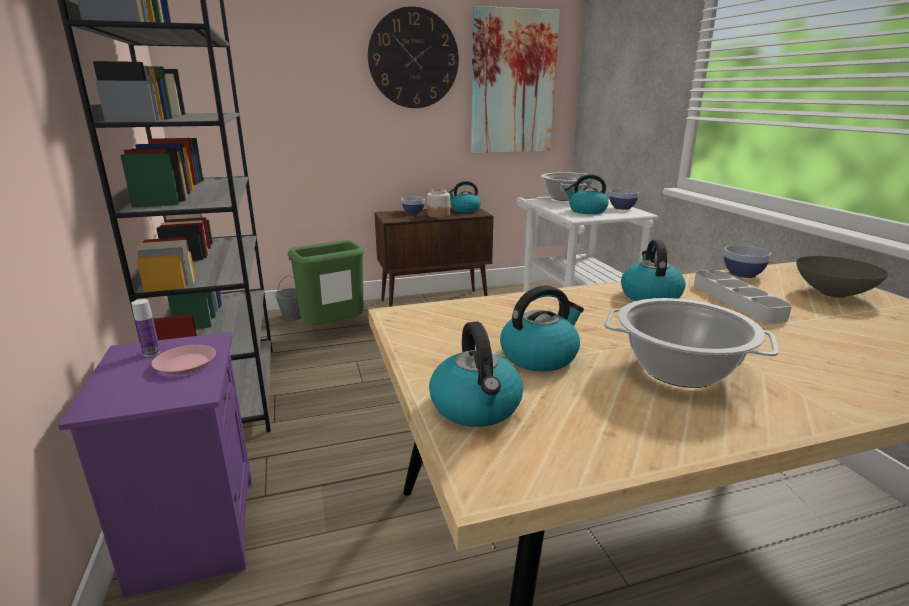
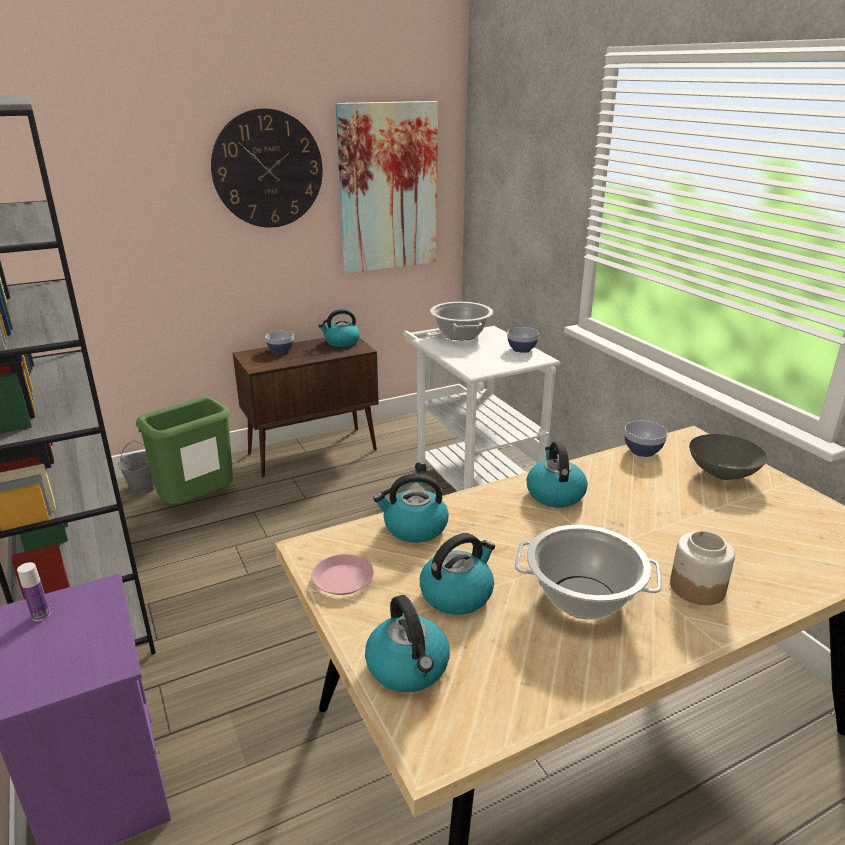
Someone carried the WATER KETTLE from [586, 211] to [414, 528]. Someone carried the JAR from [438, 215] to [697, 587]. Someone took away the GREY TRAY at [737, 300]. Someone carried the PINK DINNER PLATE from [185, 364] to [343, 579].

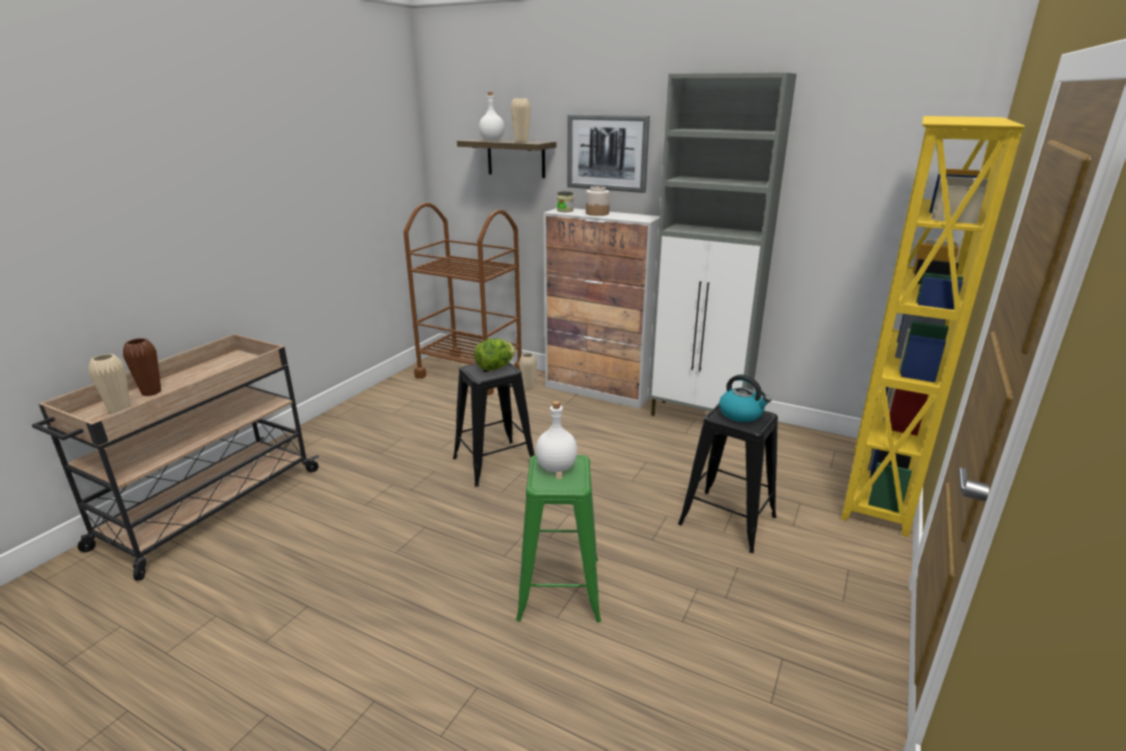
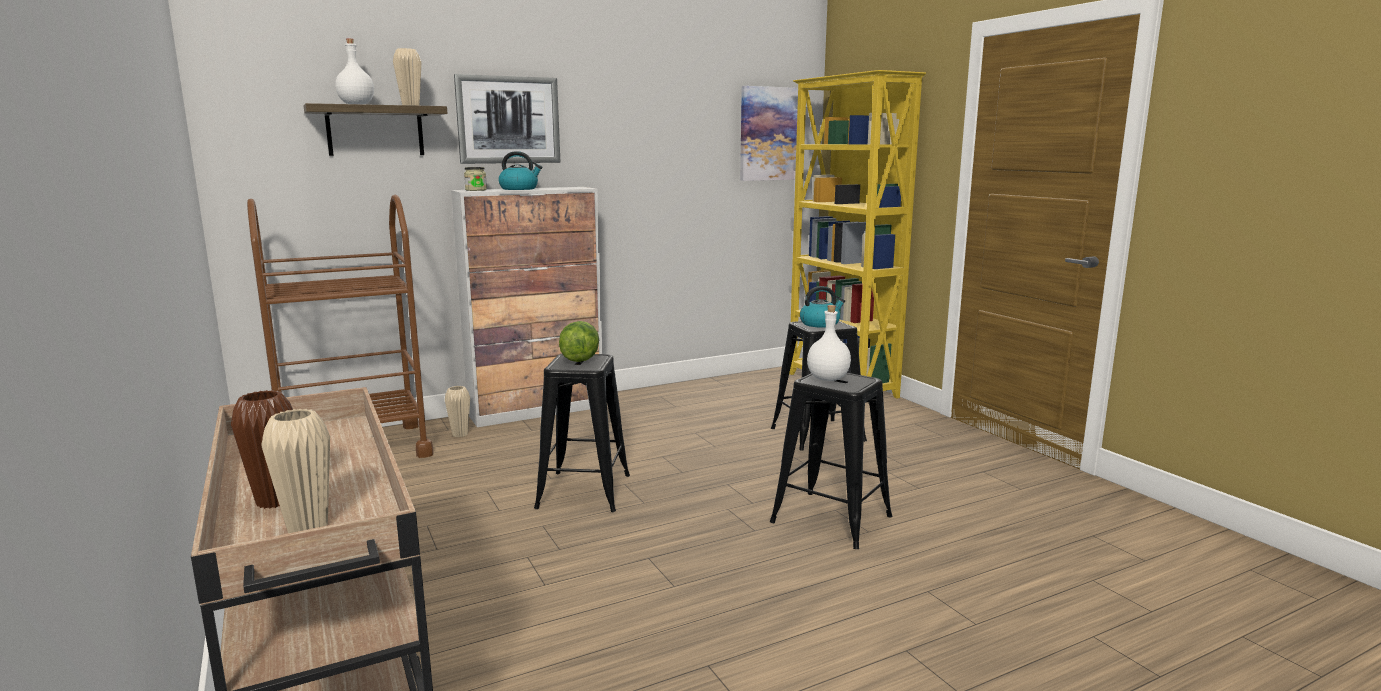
Someone took away the GREY CUPBOARD at [699, 418]. Someone swapped the JAR at [597, 213] for the WATER KETTLE at [519, 189]. Someone repainted the GREENISH STOOL SEAT at [559, 587], which became the BLACKISH STOOL SEAT at [830, 519]. Someone put up the PICTURE at [769, 134].

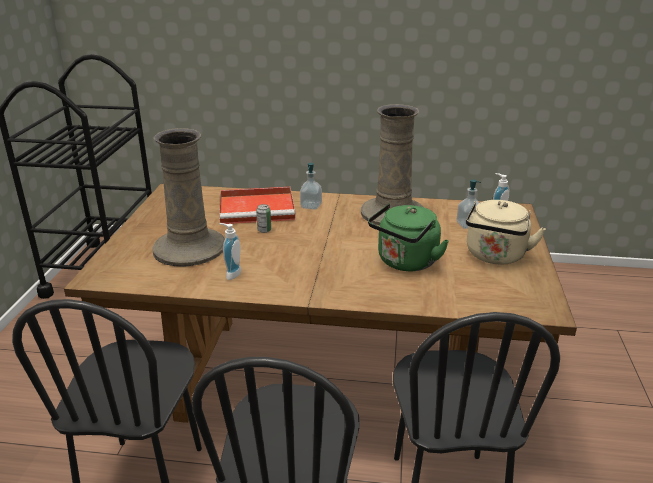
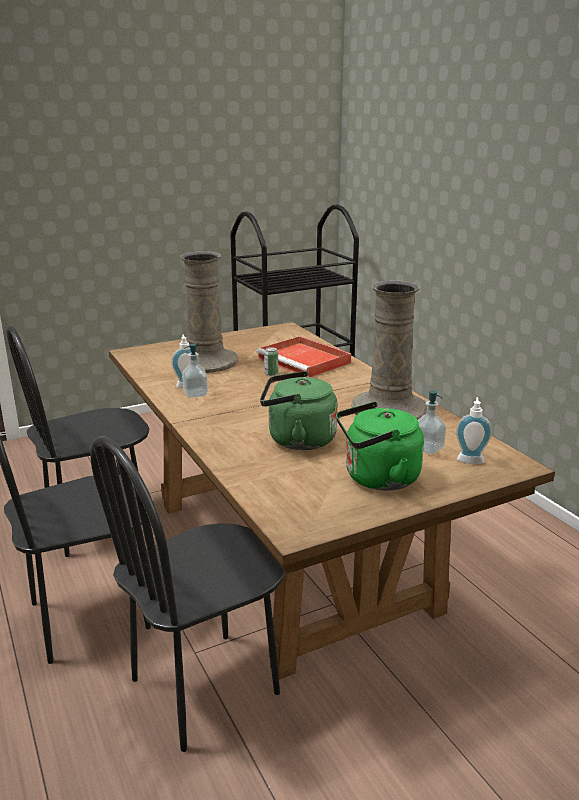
Someone carried the SOAP DISPENSER from [311, 206] to [195, 394]. Someone repainted the BEIGE-COLOURED WATER KETTLE at [495, 256], which became the GREENISH WATER KETTLE at [377, 478].

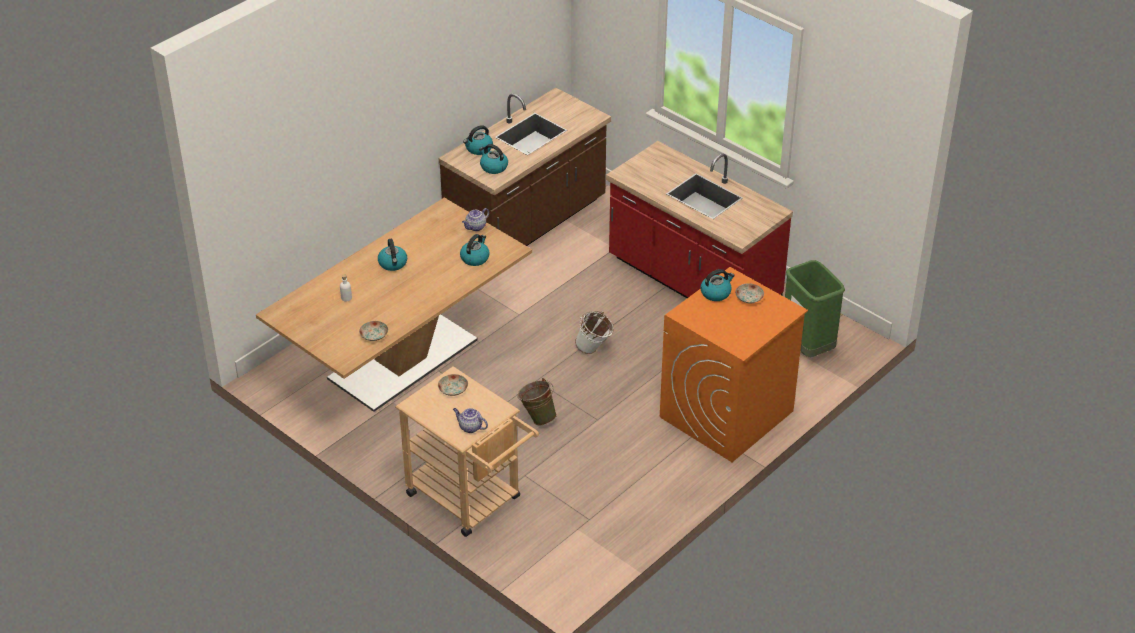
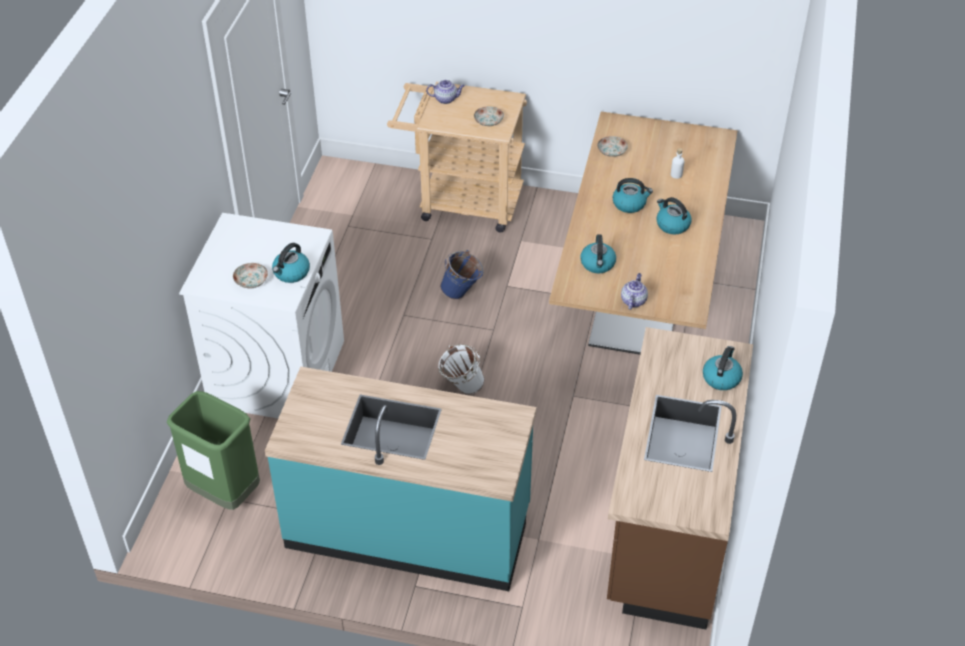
Someone repainted the RED-COLOURED COUNTER at [692, 283], which became the TURQUOISE COUNTER at [408, 527]. Someone carried the WATER KETTLE from [493, 167] to [629, 204]. Someone repainted the ORANGEY WASHING MACHINE at [726, 414], which became the WHITE WASHING MACHINE at [277, 372]. Someone repainted the GREENISH PAIL at [537, 417], which became the BLUISH PAIL at [462, 293].

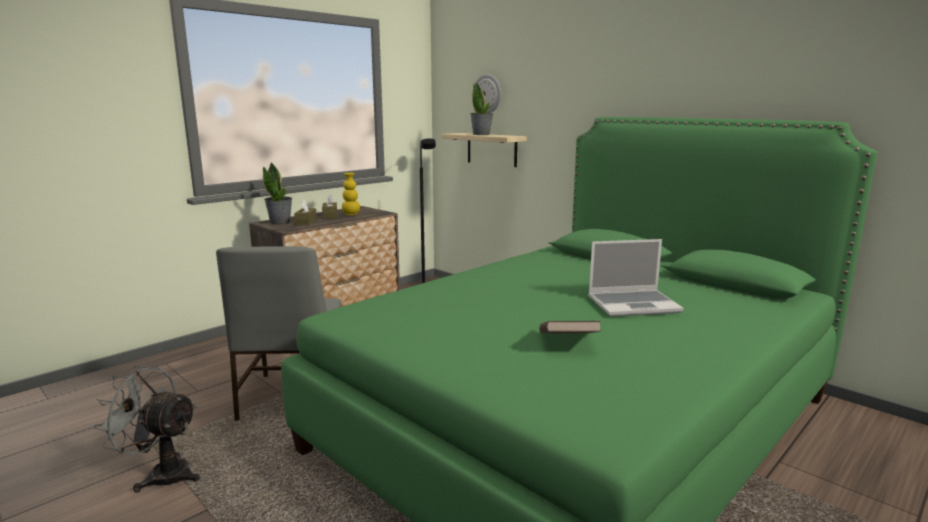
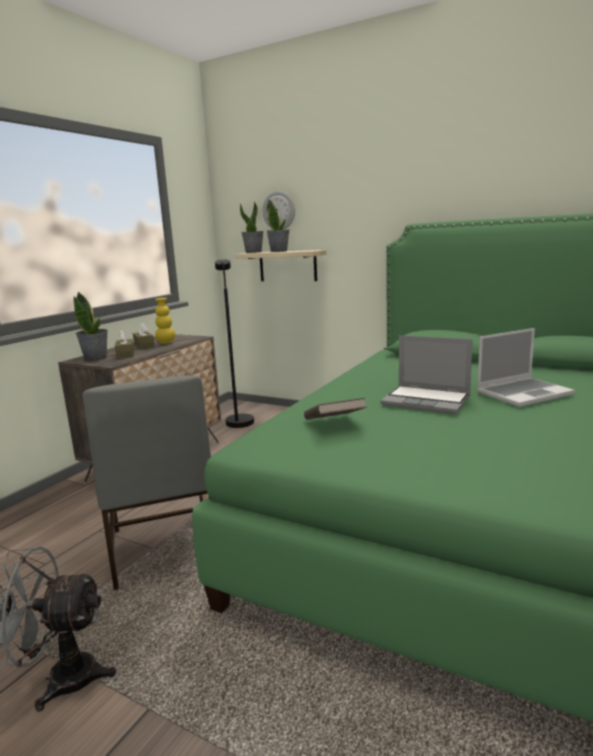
Someone carried the BROWN BOOK from [567, 343] to [334, 424]. Someone put down the PLANT IN A POT at [254, 252]. Someone put down the NOTEBOOK COMPUTER at [427, 401].

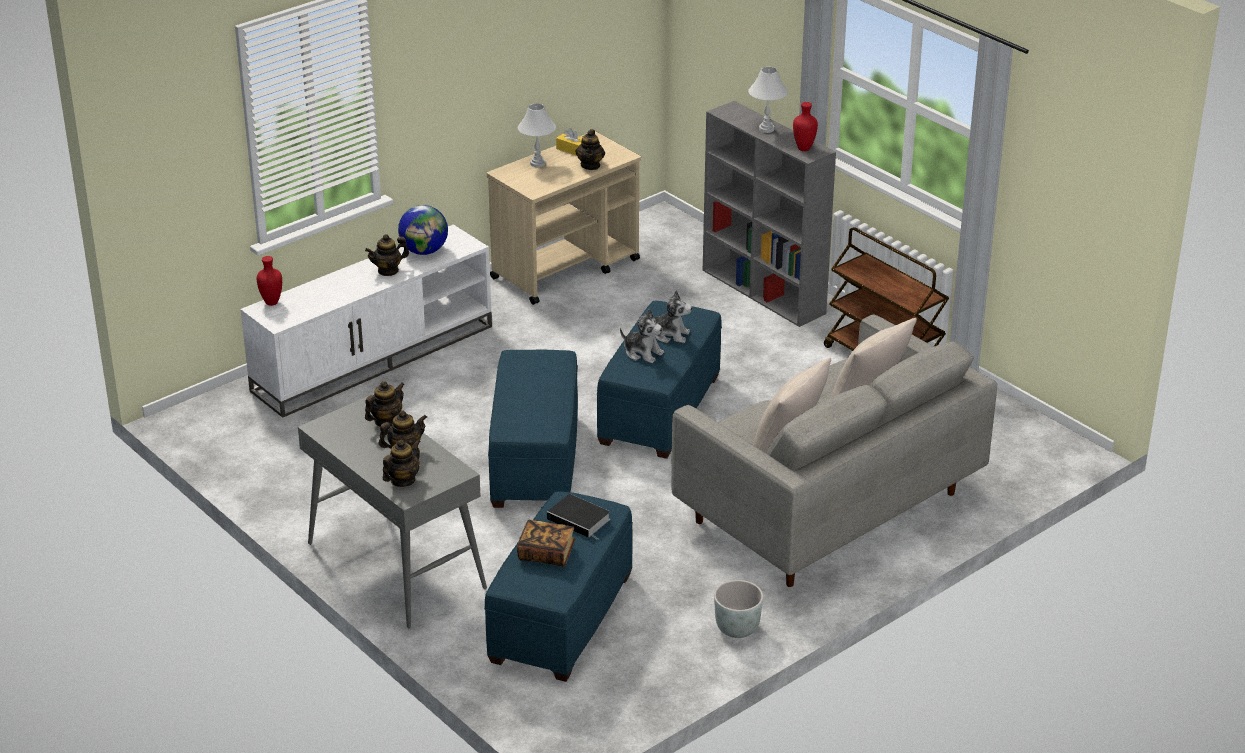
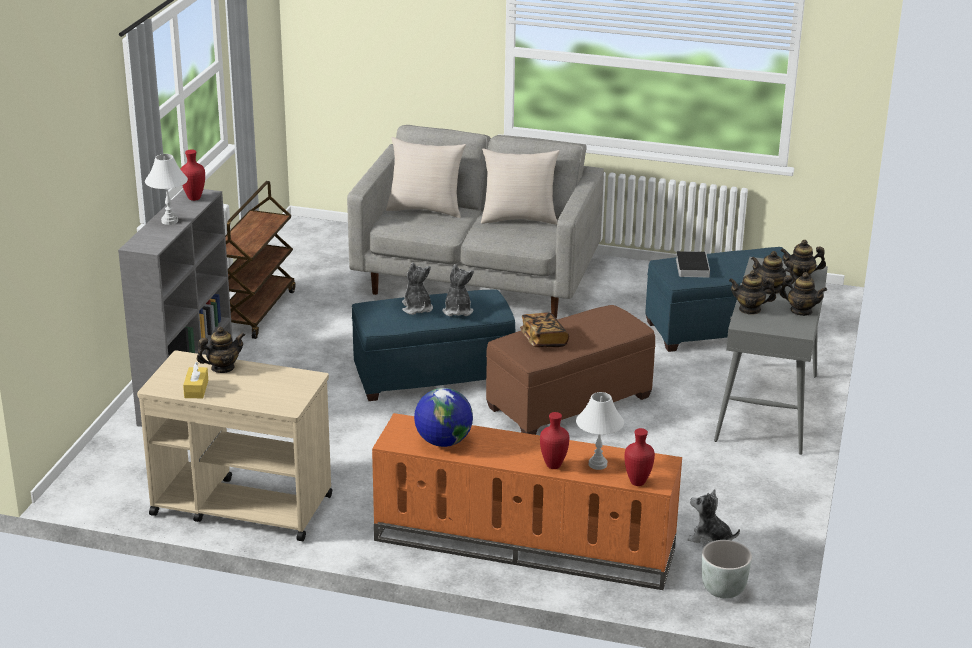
Someone carried the WHITE TABLETOP LAMP from [537, 163] to [598, 464]. Someone repainted the WHITE MEDIA CONSOLE at [373, 357], which became the ORANGEY MEDIA CONSOLE at [522, 546]. Someone carried the TEA POT from [388, 270] to [801, 311]. Someone repainted the BLUISH OTTOMAN at [534, 461], which became the BROWN OTTOMAN at [569, 403]. Someone carried the BOOK from [546, 553] to [543, 340]. Someone carried the GREY FLOWER POT from [736, 629] to [723, 590]. Someone put down the RED-COLOURED VASE at [554, 466]. Someone put down the SOFT TOY at [710, 540].

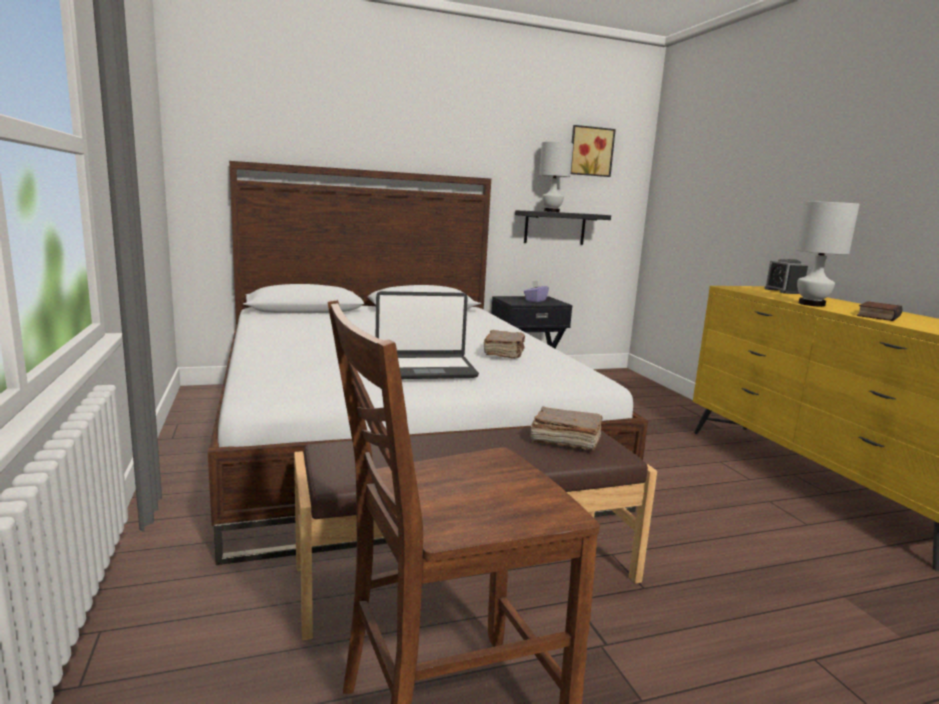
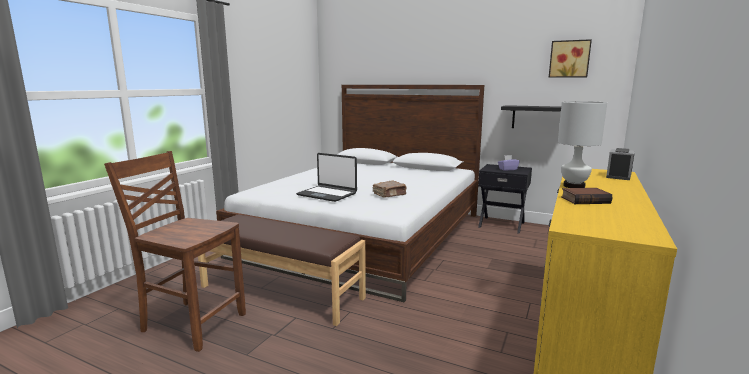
Someone took away the WHITE TABLETOP LAMP at [551, 211]. Someone took away the BROWN BOOK at [564, 440].

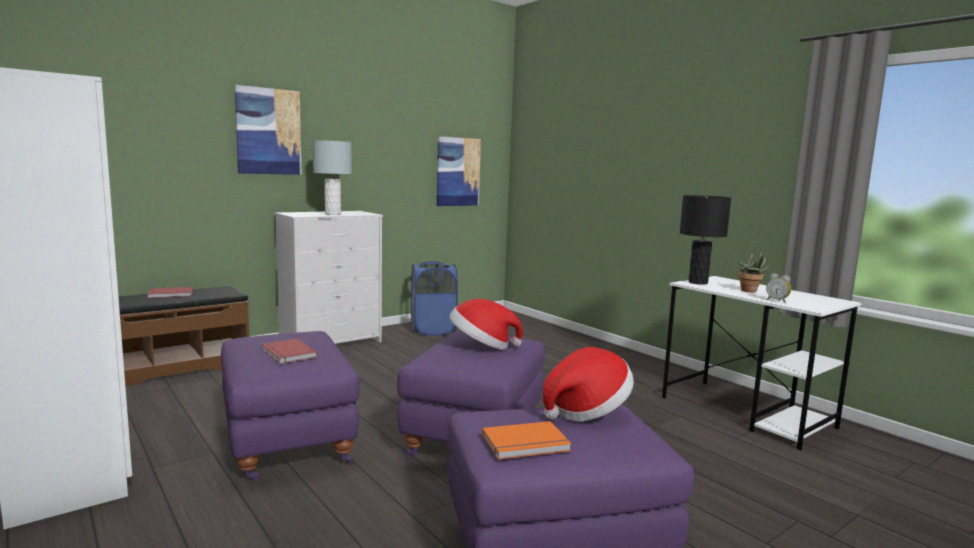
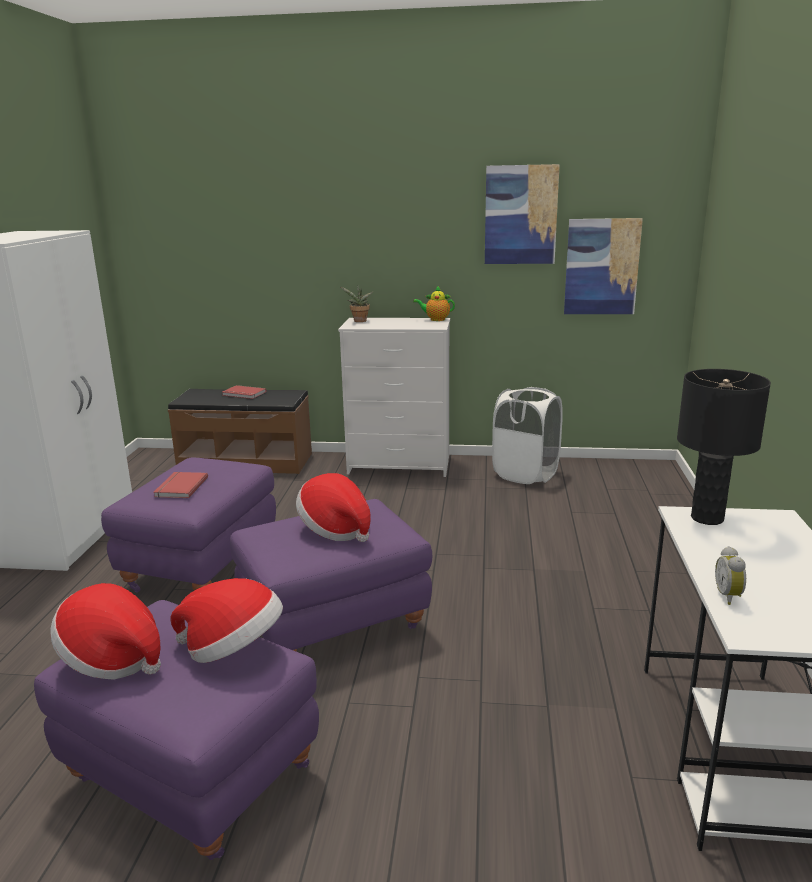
Someone carried the PICTURE from [268, 131] to [520, 215]. Someone took away the GREY TABLETOP LAMP at [332, 214]. Someone carried the PLANT IN A POT from [750, 291] to [359, 321]. Someone repainted the BLUISH LAUNDRY BASKET at [433, 330], which became the WHITE LAUNDRY BASKET at [525, 474]. Someone swapped the ORANGEY BOOK at [526, 444] for the WEARABLE HAT at [112, 658]. Someone put down the TEA POT at [436, 319].

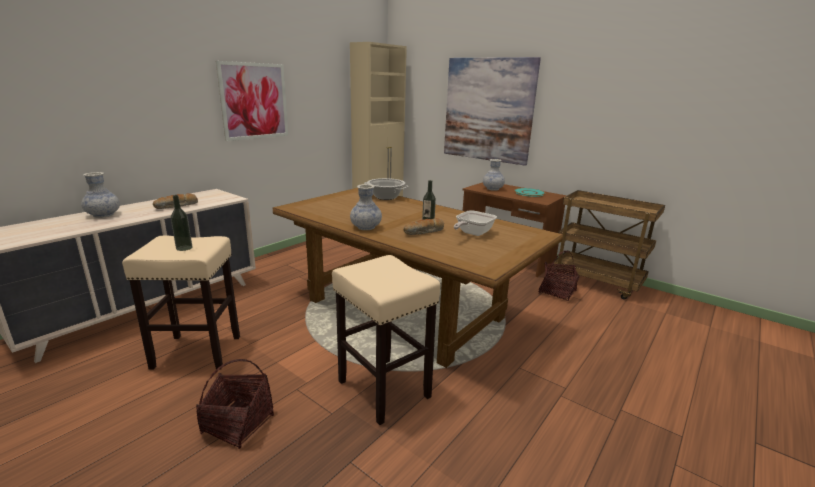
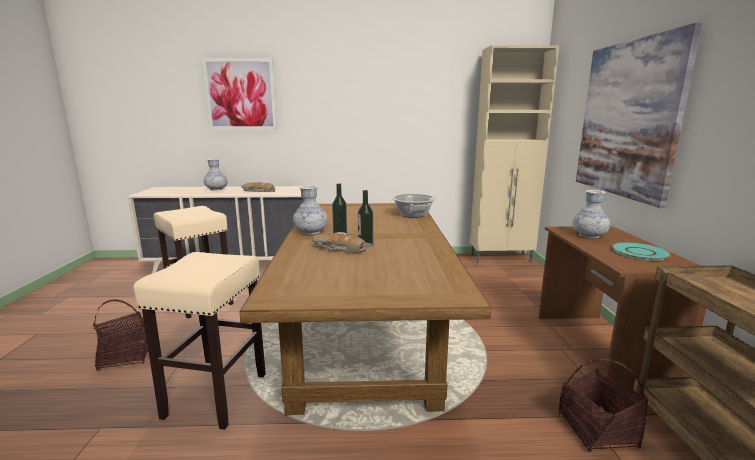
Someone carried the PICTURE from [254, 101] to [240, 94]. Someone carried the DRINK BOTTLE from [184, 248] to [340, 234]. Someone took away the PAN at [472, 233].

